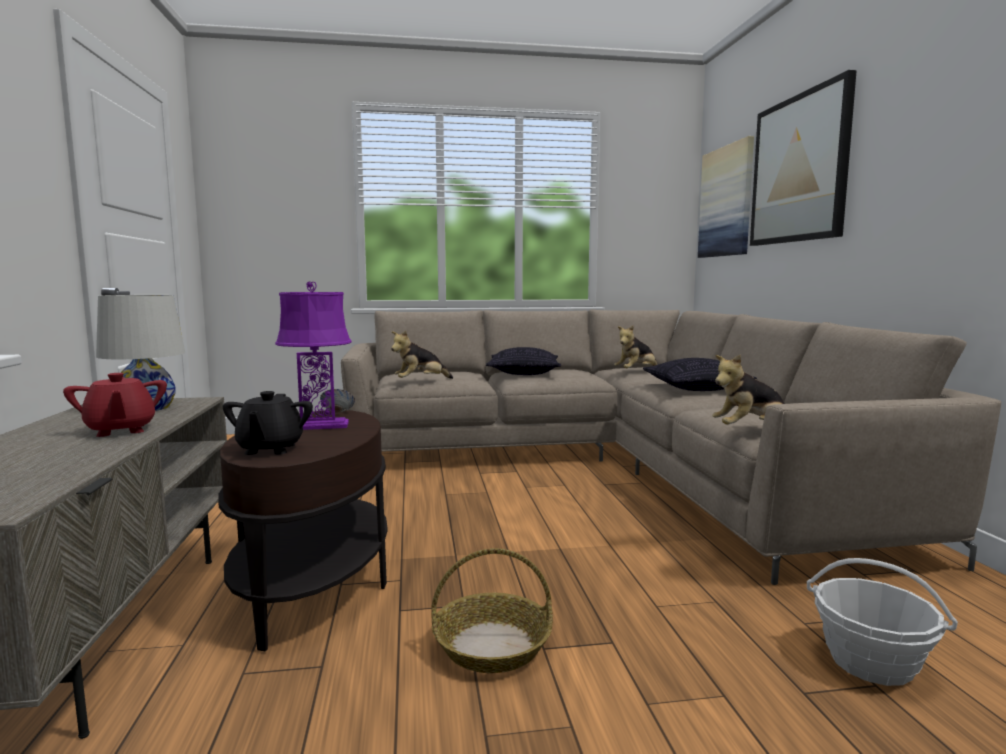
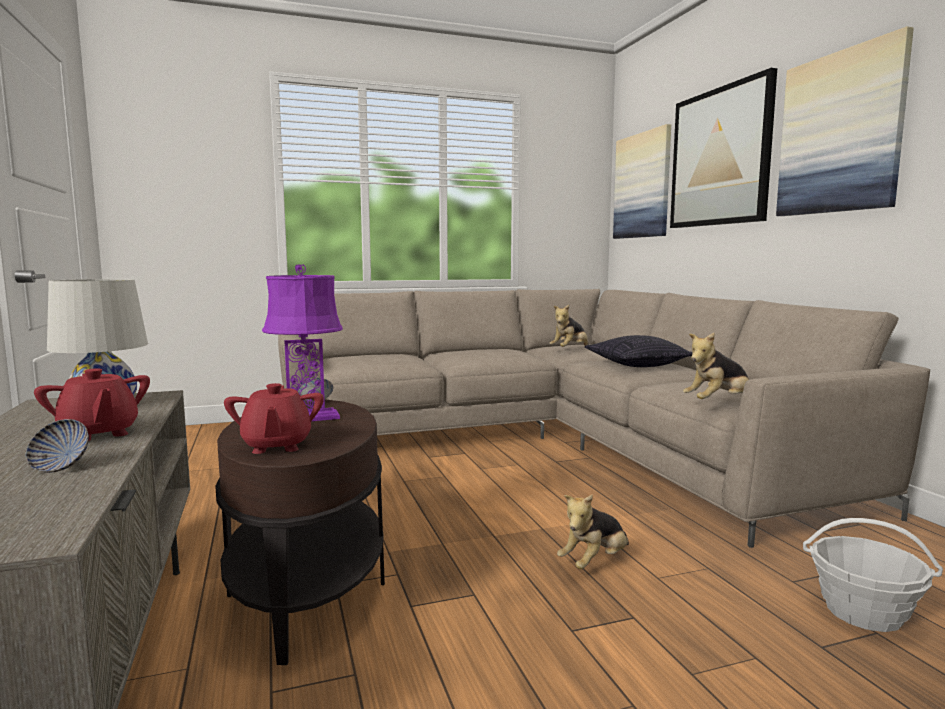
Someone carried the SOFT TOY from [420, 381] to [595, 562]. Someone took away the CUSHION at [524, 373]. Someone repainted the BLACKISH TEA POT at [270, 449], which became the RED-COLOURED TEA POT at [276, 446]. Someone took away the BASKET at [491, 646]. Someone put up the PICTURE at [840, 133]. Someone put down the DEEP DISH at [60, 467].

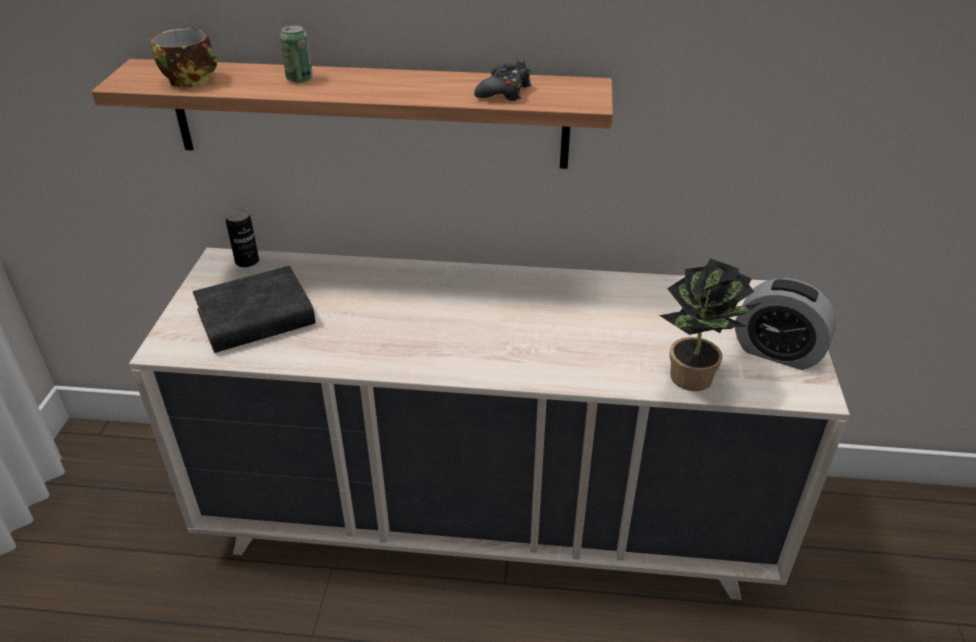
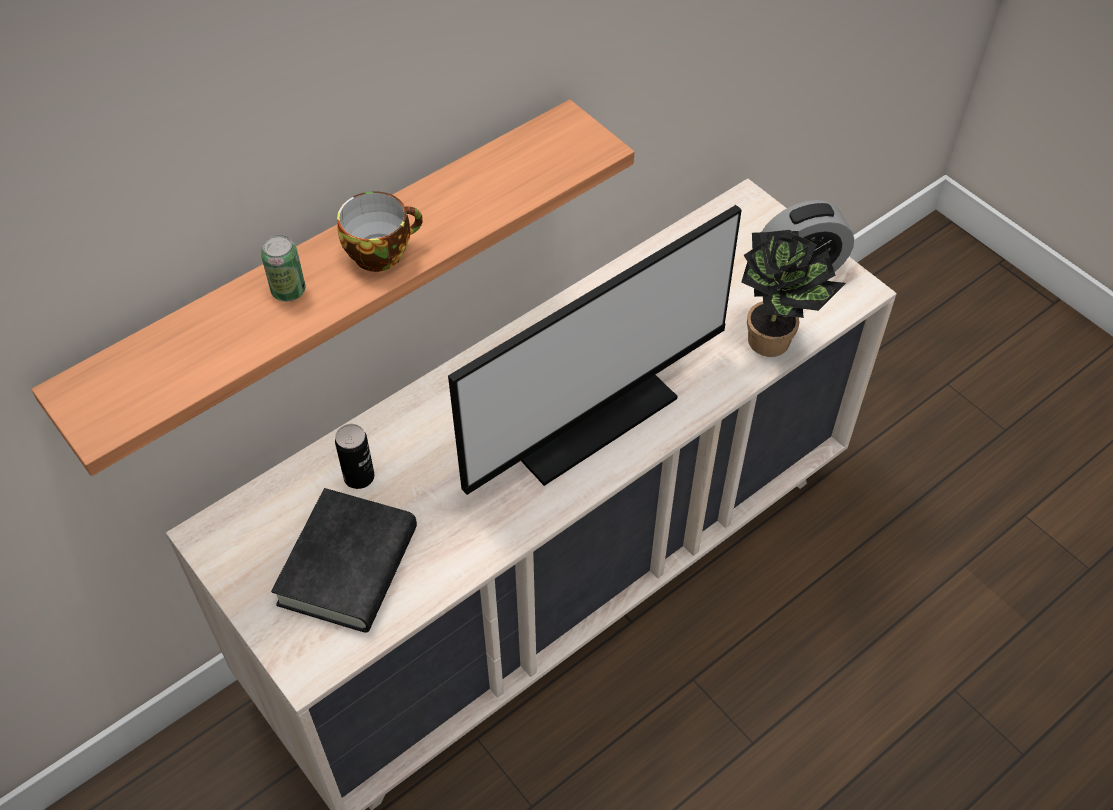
Someone carried the CUP from [193, 80] to [381, 251]. Someone took away the BLACKISH GAME CONTROLLER at [504, 91]. Someone carried the CAN from [247, 261] to [359, 477]. Someone put down the COMPUTER DISPLAY at [583, 412].

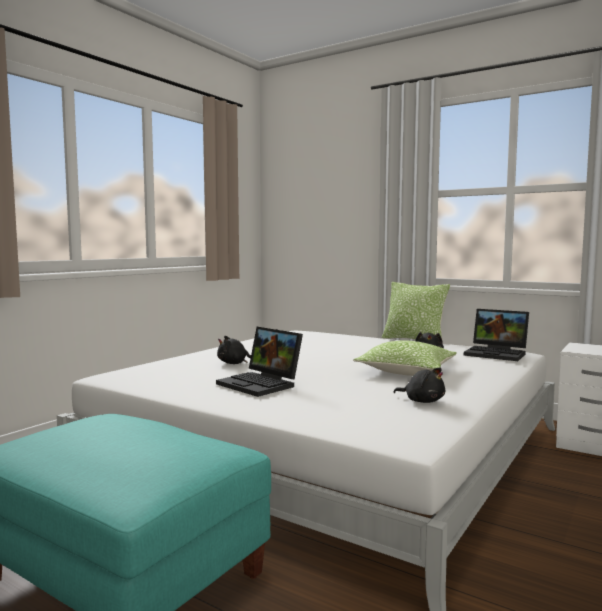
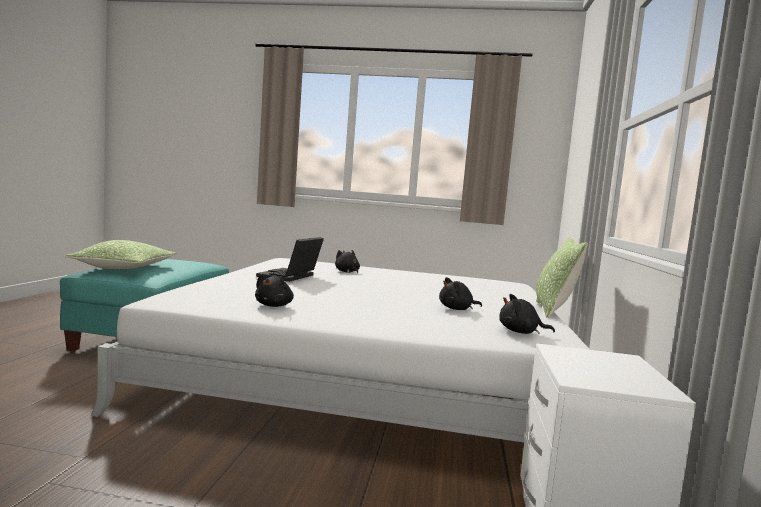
Someone swapped the NOTEBOOK COMPUTER at [497, 354] for the BLACKISH SOFT TOY at [521, 332]. Someone carried the CUSHION from [406, 371] to [124, 268].

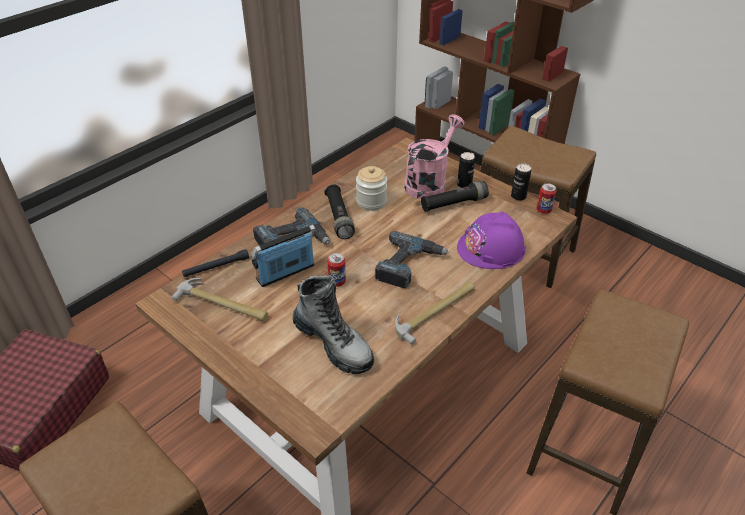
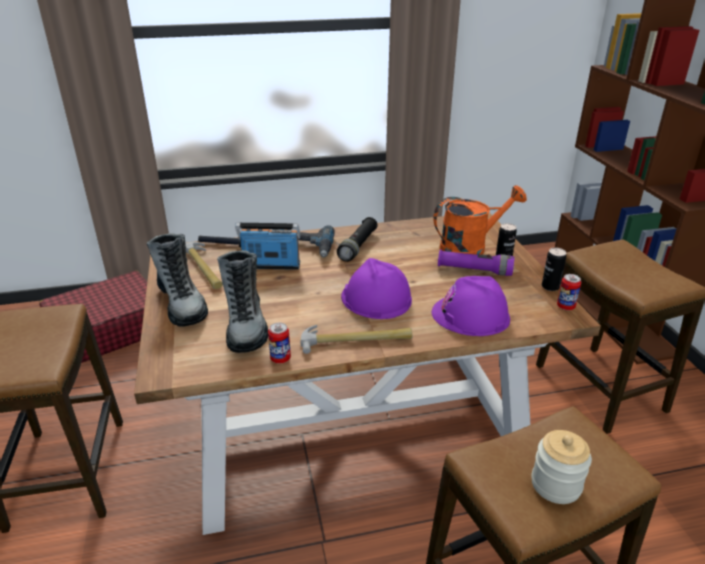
Someone repainted the PINK WATERING CAN at [429, 182], which became the ORANGEY WATERING CAN at [470, 248]. Someone carried the JAR from [371, 202] to [556, 484]. Someone repainted the BLACKISH FLASHLIGHT at [453, 204], which became the PURPLISH FLASHLIGHT at [474, 270]. Someone swapped the ELECTRIC DRILL at [409, 265] for the PURPLISH HARD HAT at [376, 298]. Someone carried the CAN from [337, 282] to [280, 358]. Someone put down the HIGH-TOP BOOT at [182, 303].

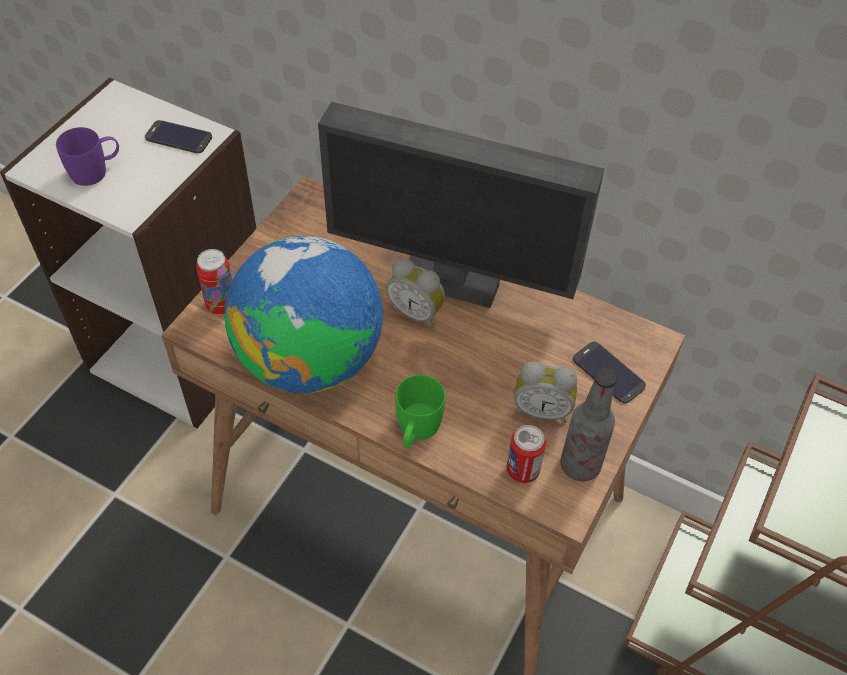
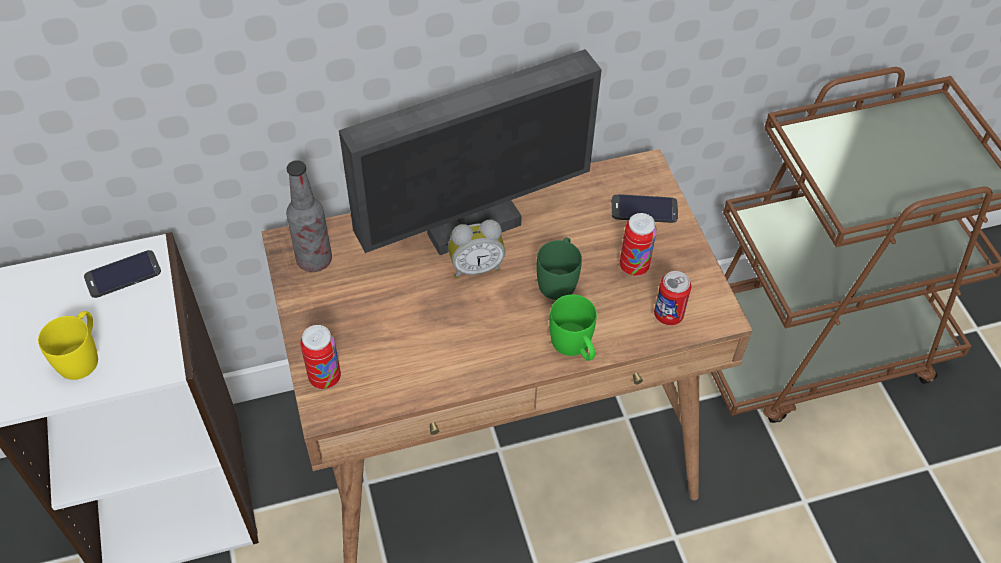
Someone repainted the PURPLISH MUG at [96, 171], which became the YELLOWISH MUG at [82, 355]. Someone took away the WORLD GLOBE at [310, 359]. Someone swapped the TABLE CLOCK at [541, 410] for the CAN at [634, 267]. Someone carried the DRINK BOTTLE from [580, 465] to [314, 260]. Someone put down the GREENISH MUG at [559, 279].

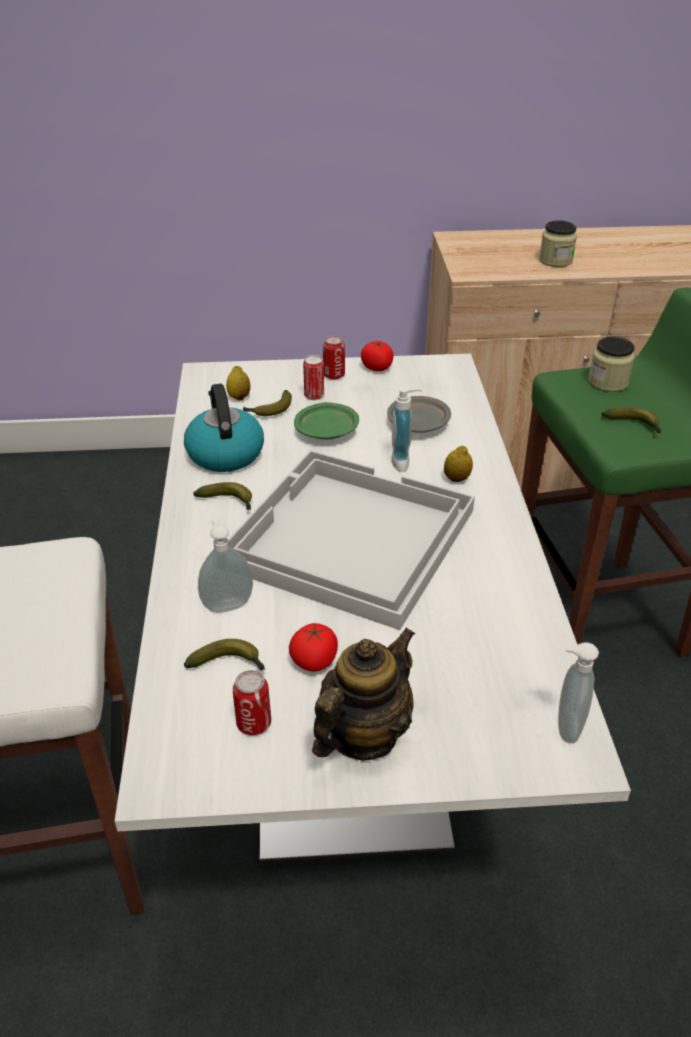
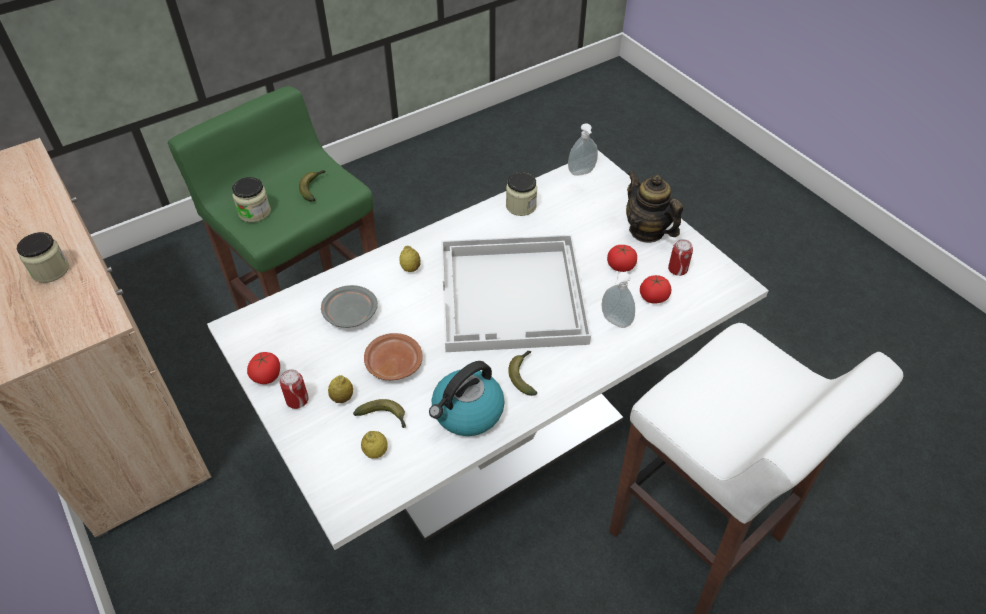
Someone swapped the CAN at [314, 396] for the WHOLE LEMON at [342, 398]. Someone took away the SOAP DISPENSER at [404, 462]. Someone repainted the GREENISH DINNER PLATE at [327, 431], which became the BROWN DINNER PLATE at [393, 363]. Someone rotated the TEA POT at [363, 735] by 45 degrees clockwise. Someone swapped the BANANA FRUIT at [230, 664] for the FRESH TOMATO at [653, 297]. Someone put down the JAR at [521, 206].

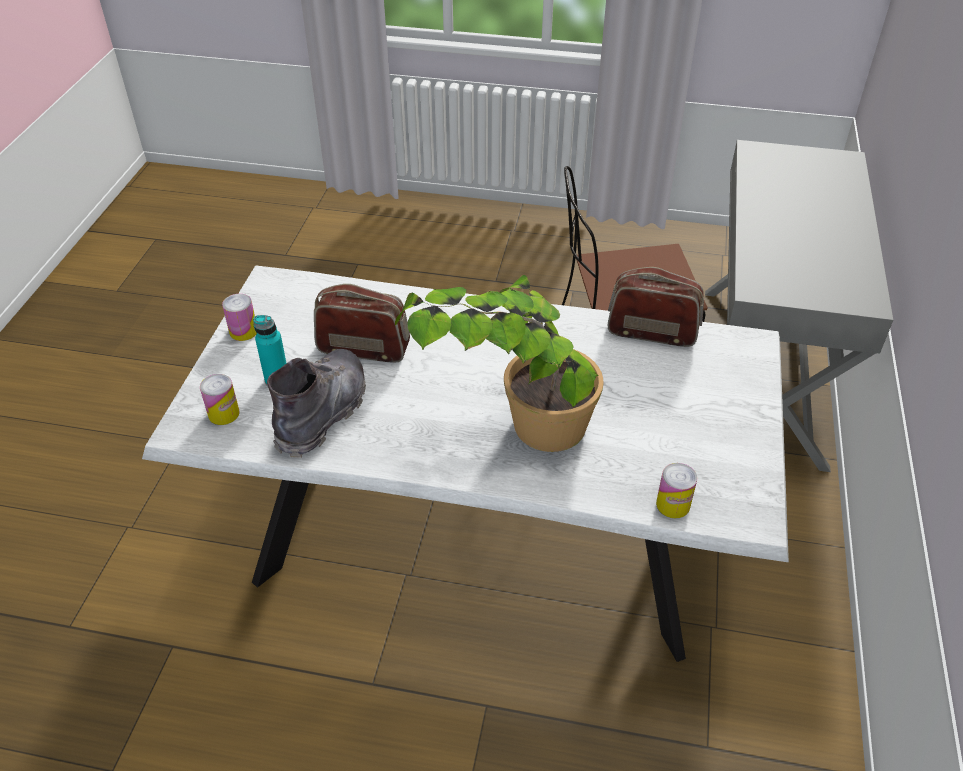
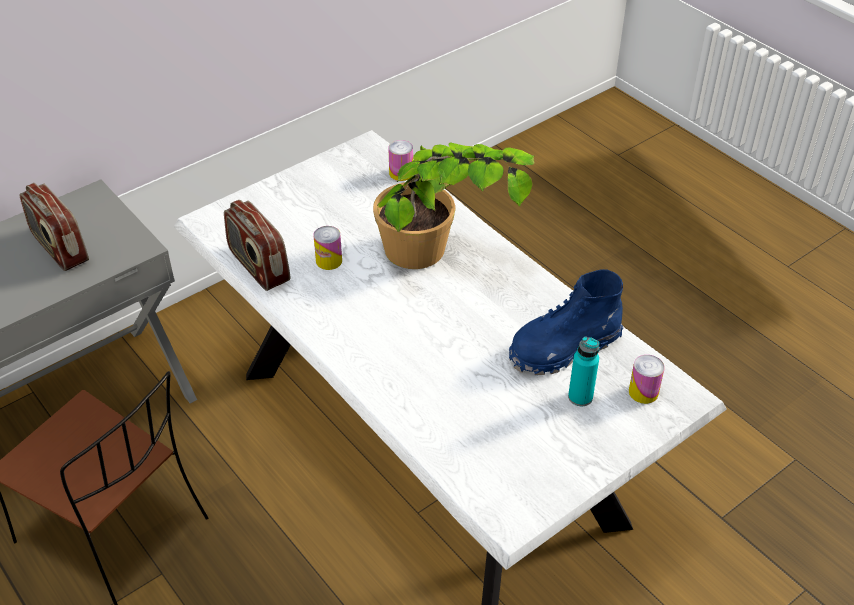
Someone carried the RADIO SET from [364, 348] to [59, 248]. Someone carried the CAN from [243, 331] to [329, 261]. Someone repainted the GREY HIGH-TOP BOOT at [323, 412], which became the BLUISH HIGH-TOP BOOT at [563, 347].

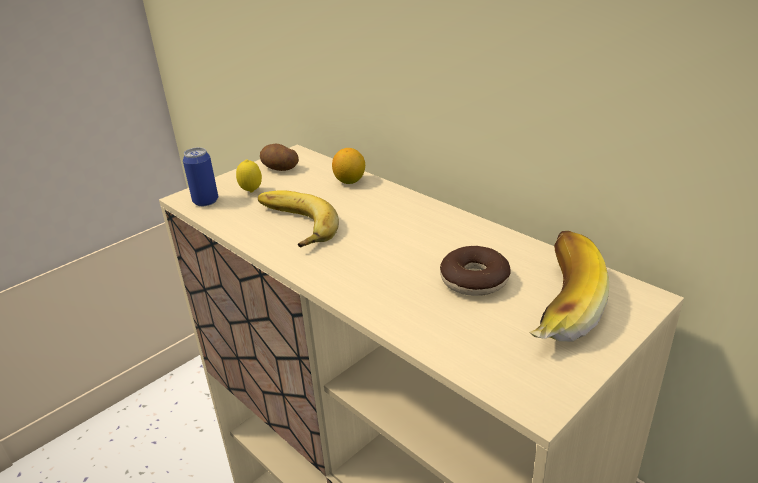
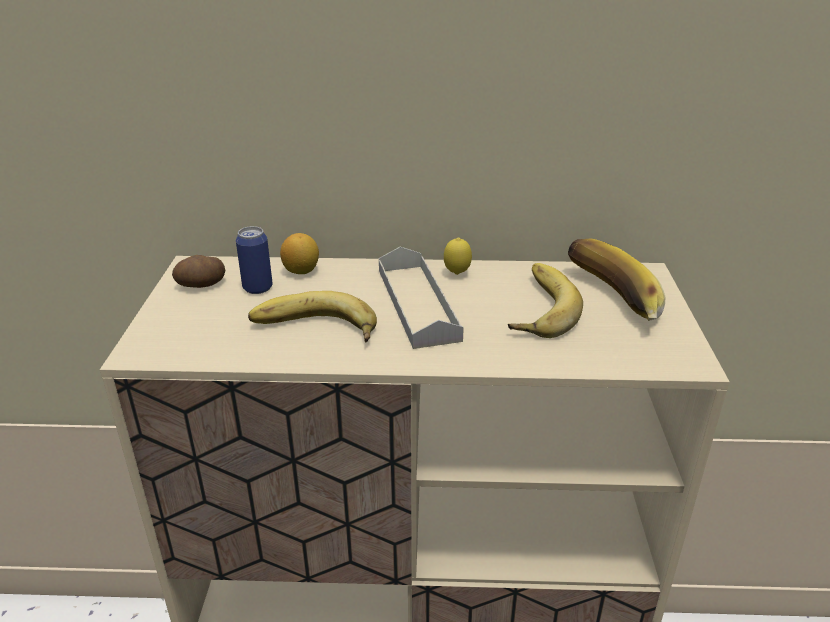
Someone carried the CAN from [206, 201] to [257, 288]. Someone carried the WHOLE LEMON from [251, 192] to [457, 274]. Someone swapped the RING DOUGHNUT at [474, 280] for the BANANA FRUIT at [536, 307]. Someone put down the GREY TRAY at [417, 303].

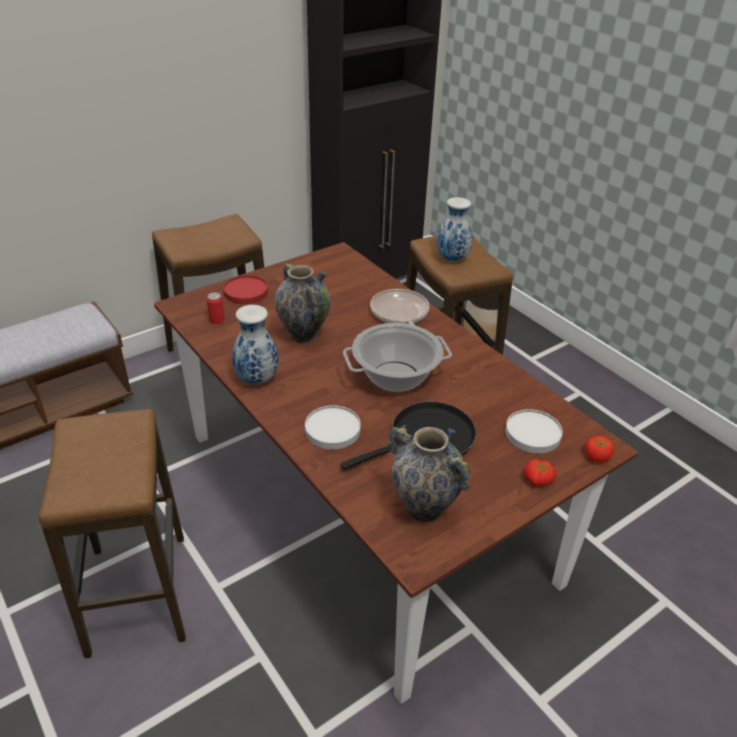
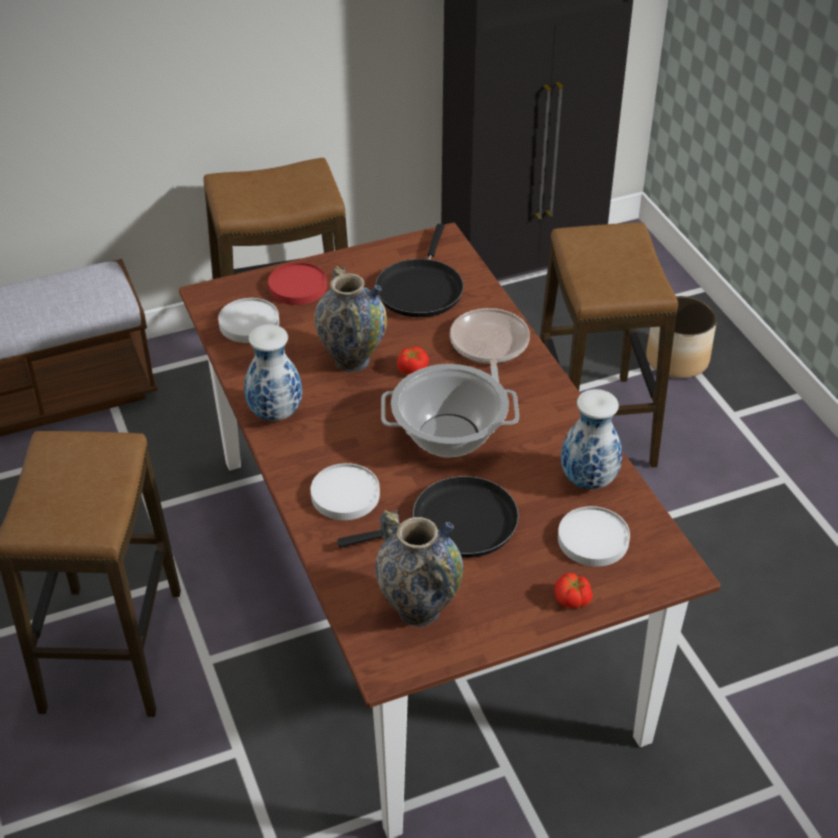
Someone carried the VASE from [452, 259] to [587, 480]. Someone swapped the CAN at [217, 320] for the WHITE DINNER PLATE at [249, 323]. Someone carried the FRESH TOMATO from [596, 456] to [411, 368]. Someone put down the BLACKISH PAN at [420, 289].

